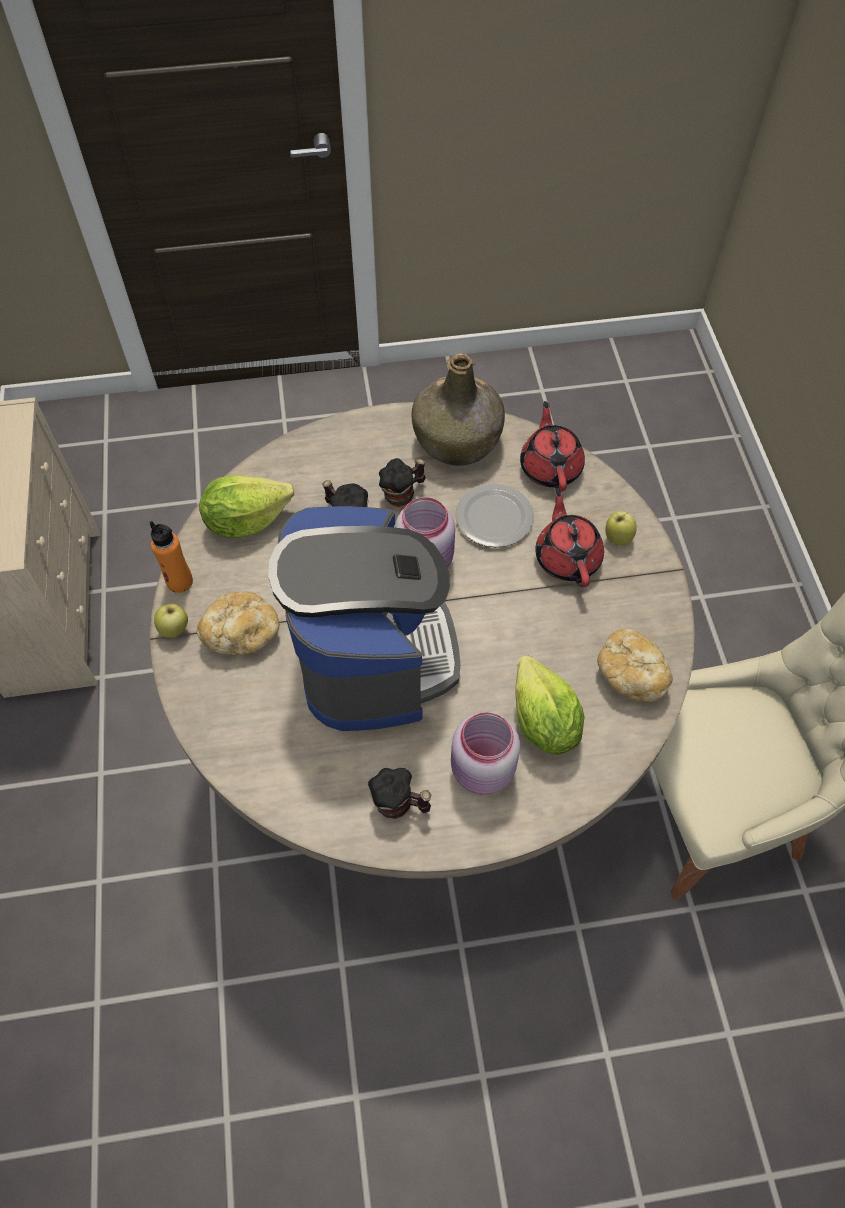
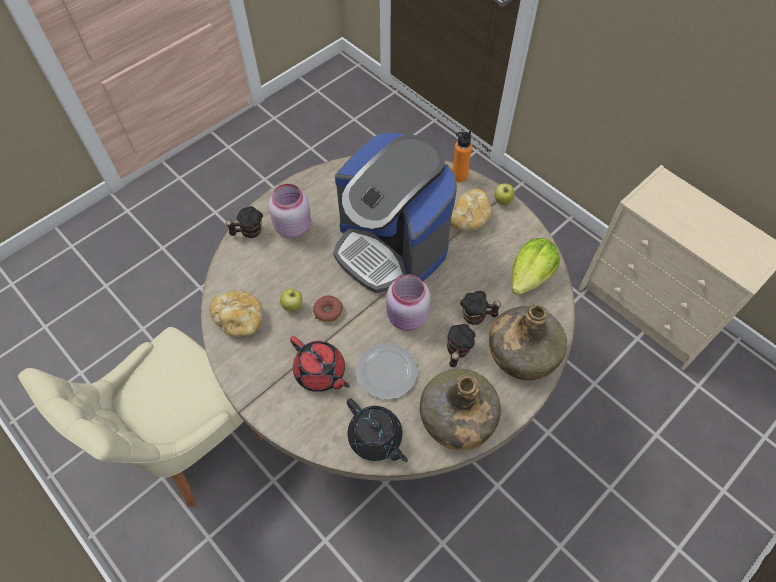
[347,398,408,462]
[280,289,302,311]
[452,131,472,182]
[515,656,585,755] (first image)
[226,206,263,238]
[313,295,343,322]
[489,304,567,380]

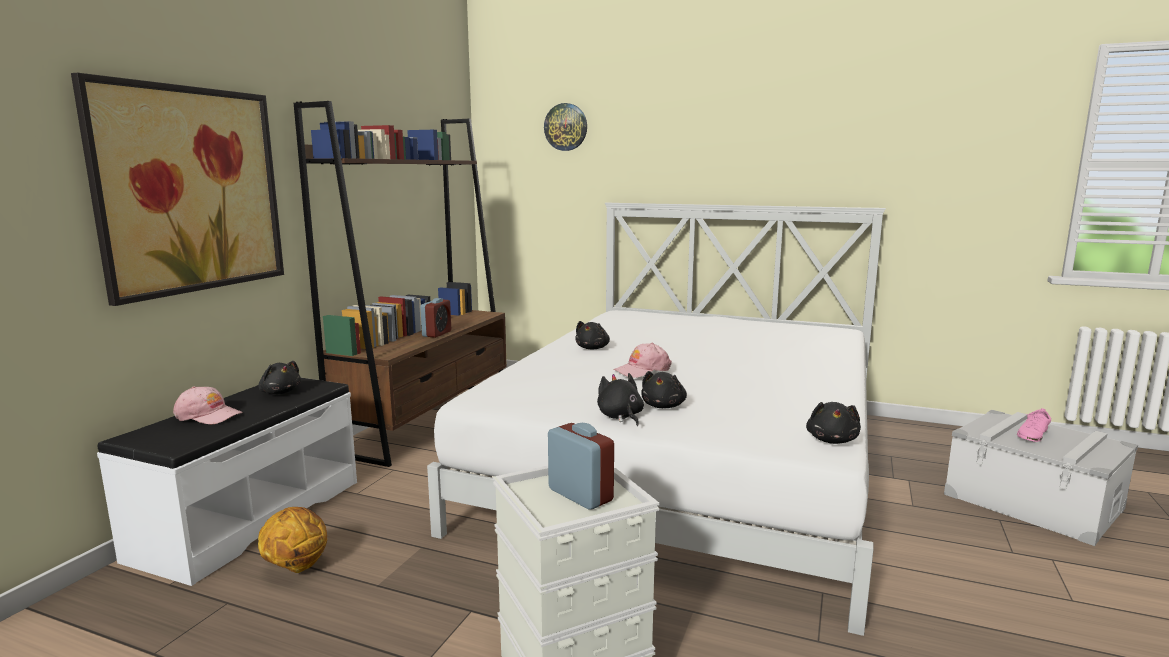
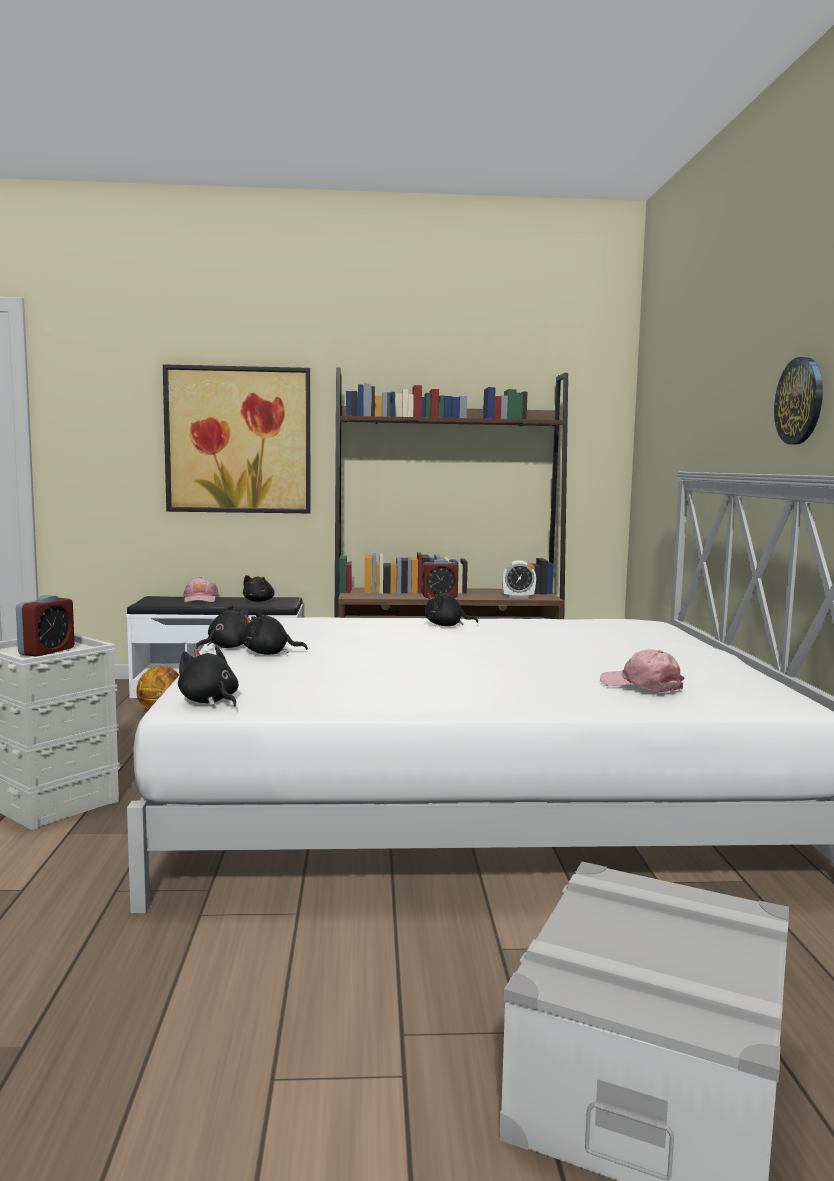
[774,357,823,445]
[600,649,685,692]
[178,646,238,707]
[1017,408,1051,442] (first image)
[502,560,536,599]

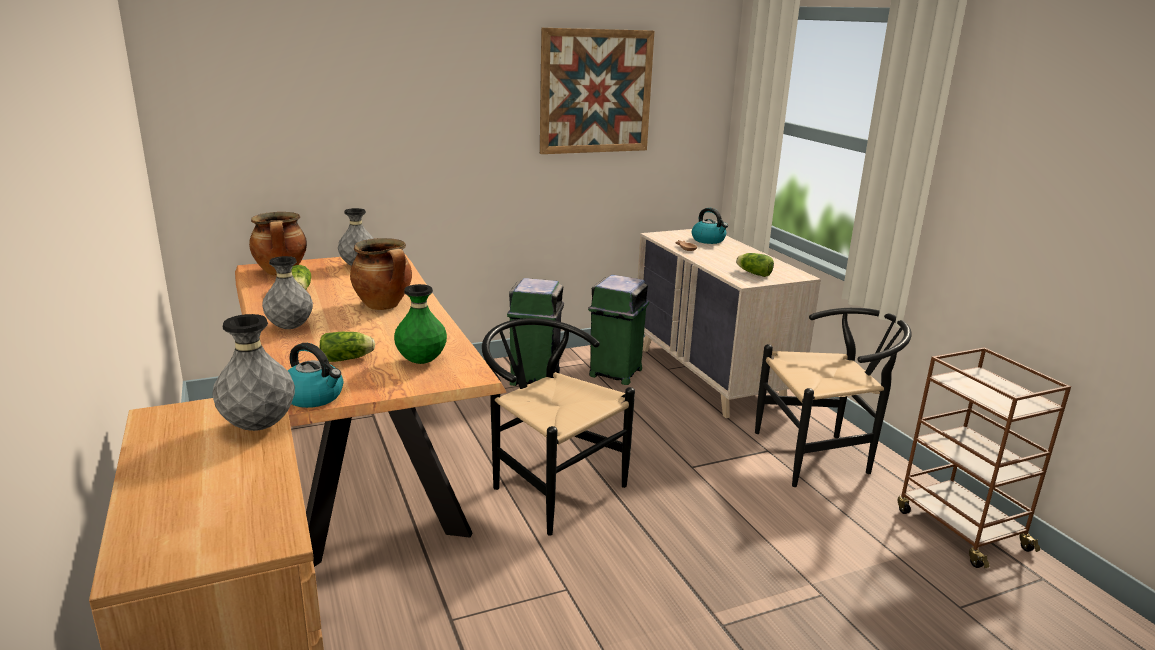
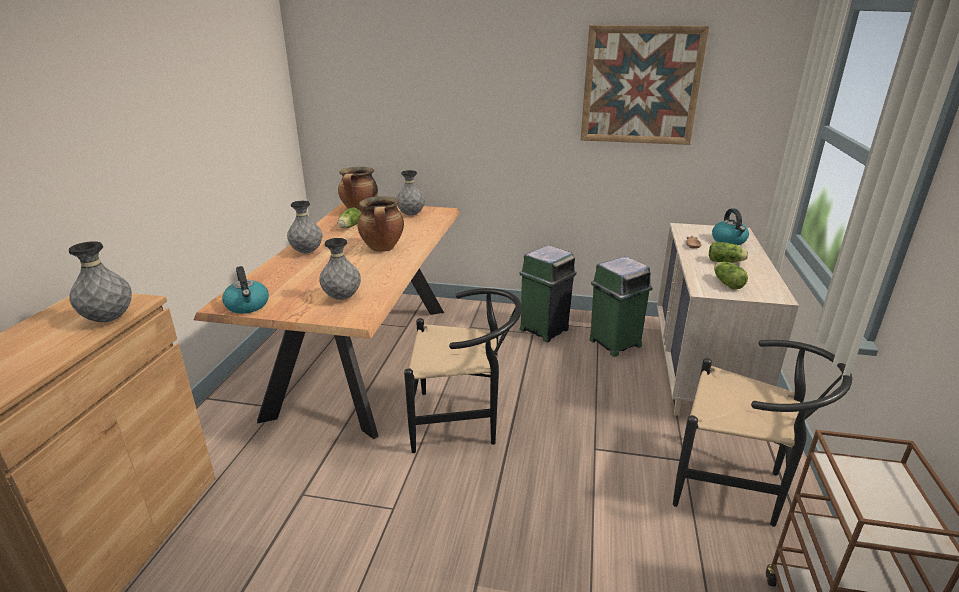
[319,238,361,300]
[404,288,522,453]
[709,242,748,263]

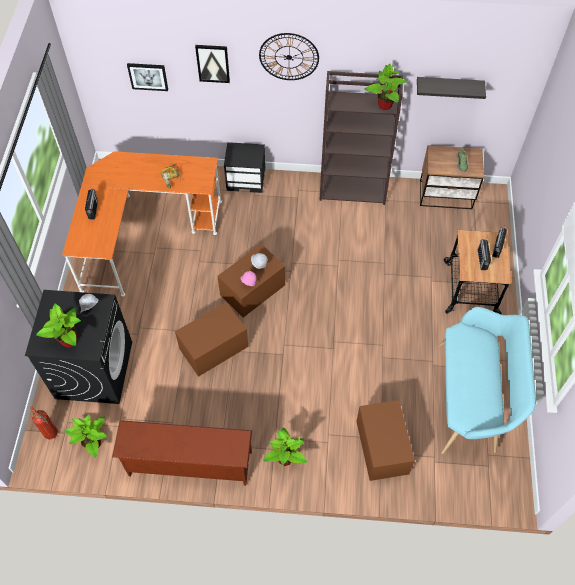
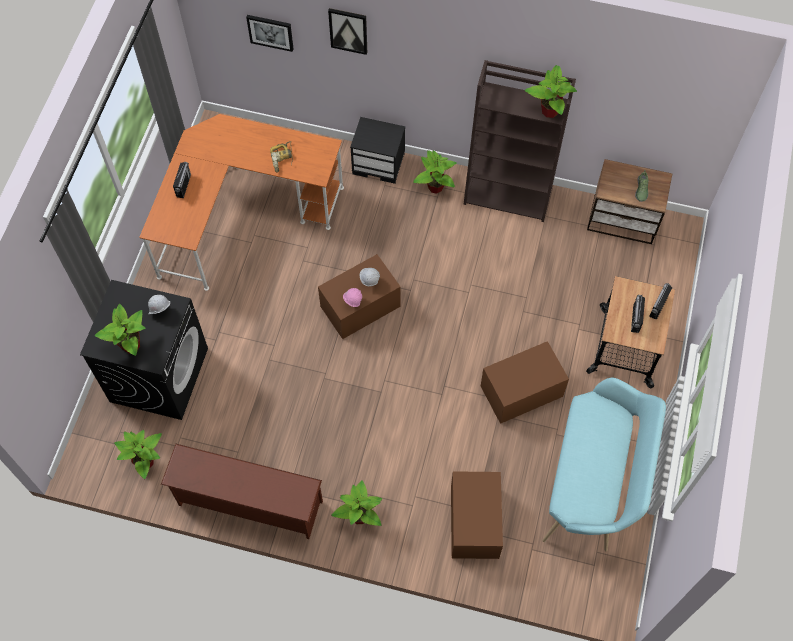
[259,33,319,80] (first image)
[417,77,486,99] (first image)
[481,341,569,424]
[30,406,58,439] (first image)
[413,150,456,194]

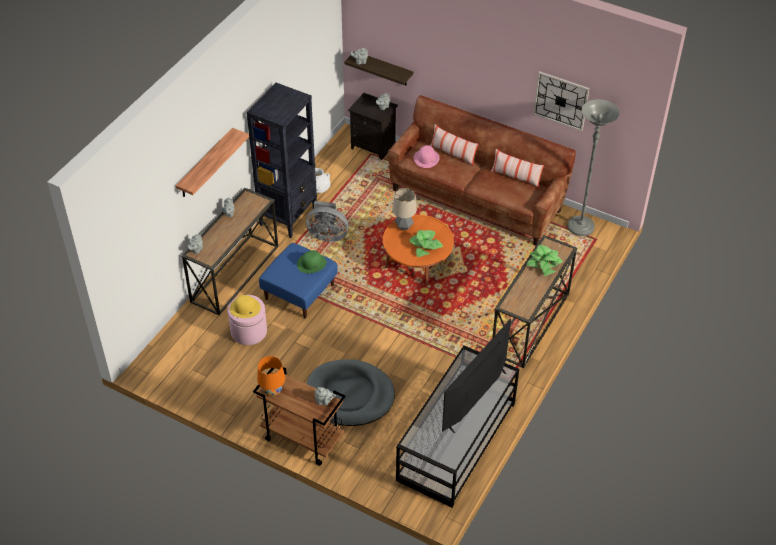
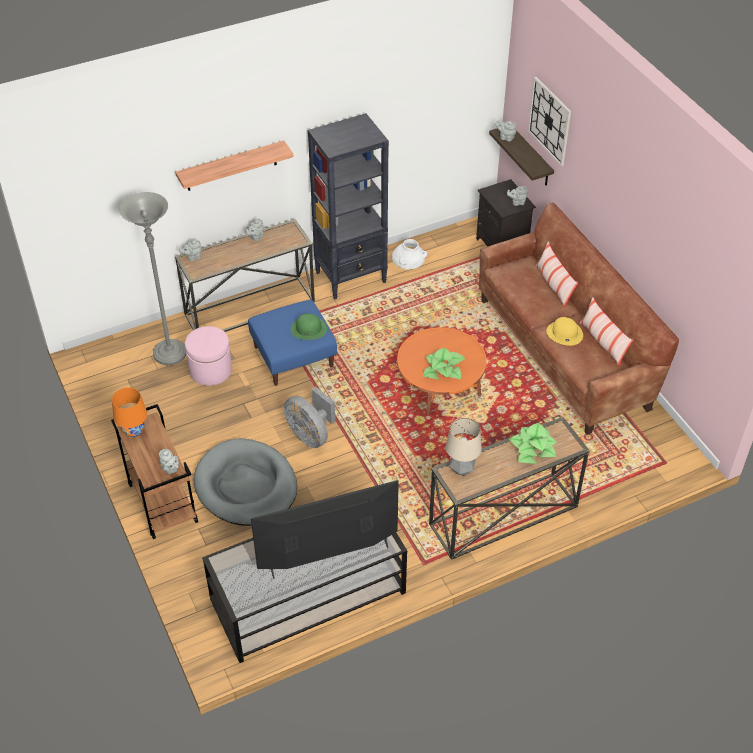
[528,77,571,166]
[119,192,186,365]
[414,145,440,168] (first image)
[446,418,482,476]
[283,387,335,448]
[547,317,583,346]

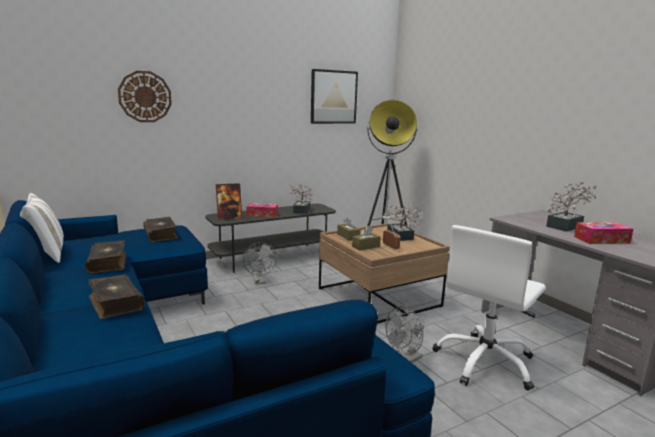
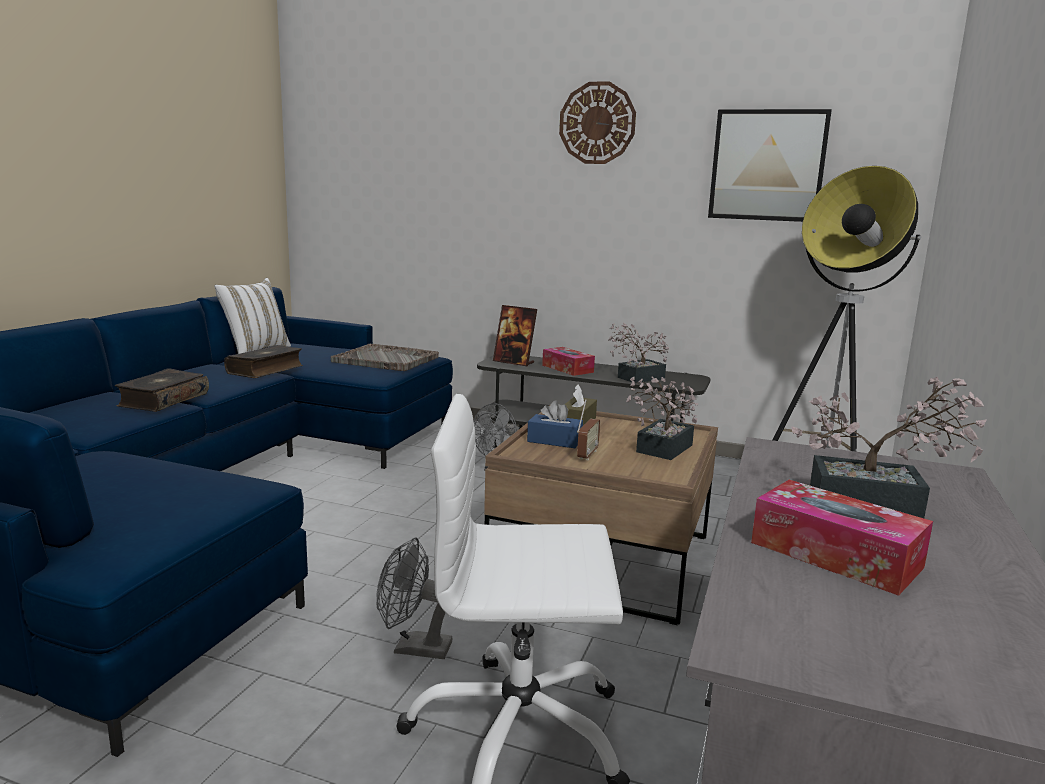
[559,81,636,164]
[331,344,439,371]
[527,400,583,448]

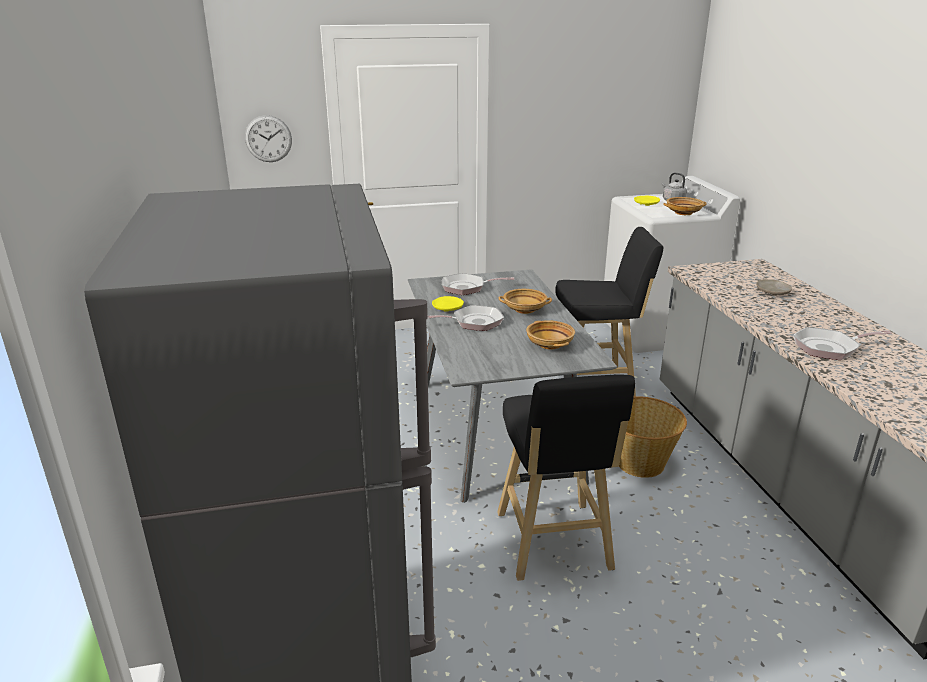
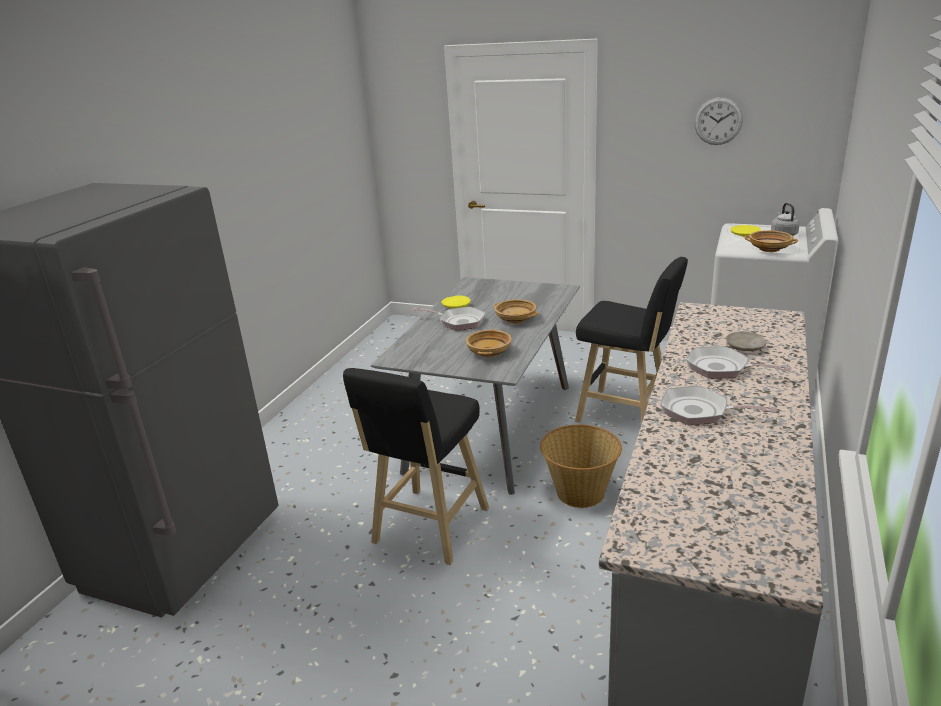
[694,97,743,145]
[686,346,792,378]

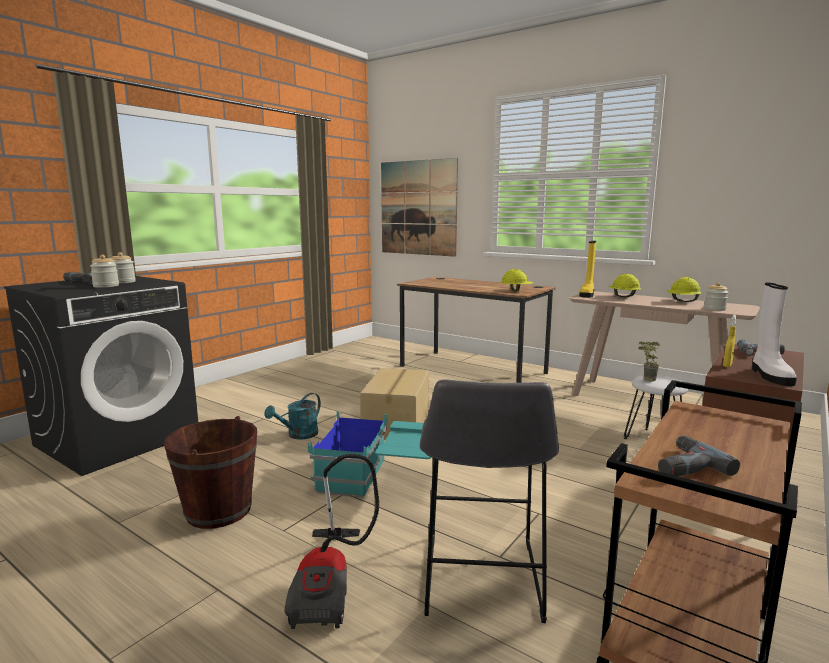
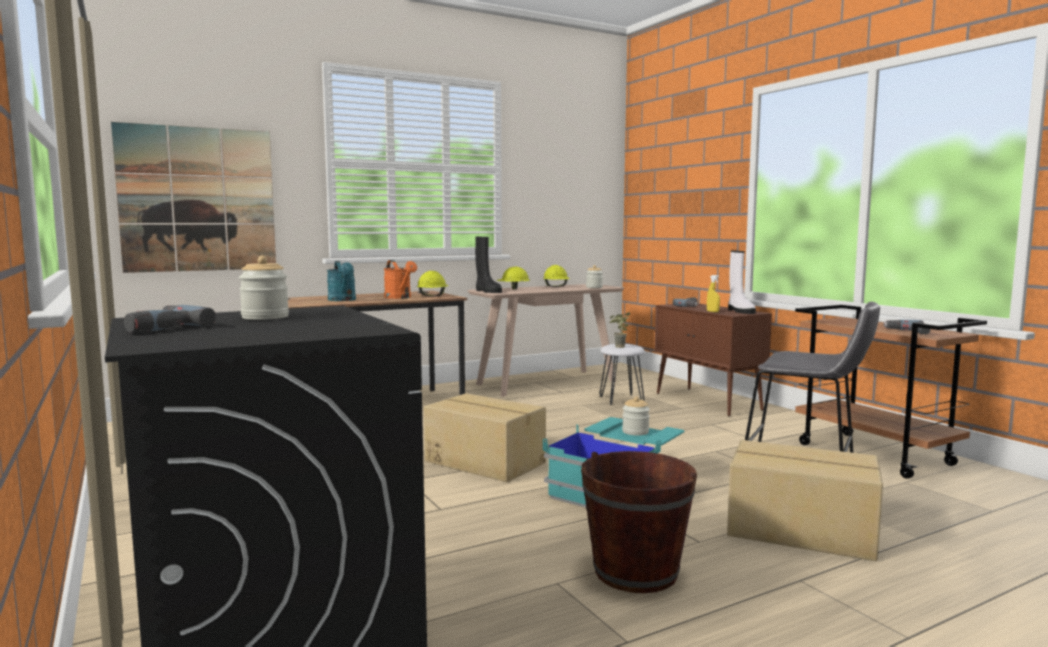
[475,237,502,293]
[622,396,650,436]
[728,250,756,314]
[327,261,356,301]
[727,440,883,561]
[384,260,417,299]

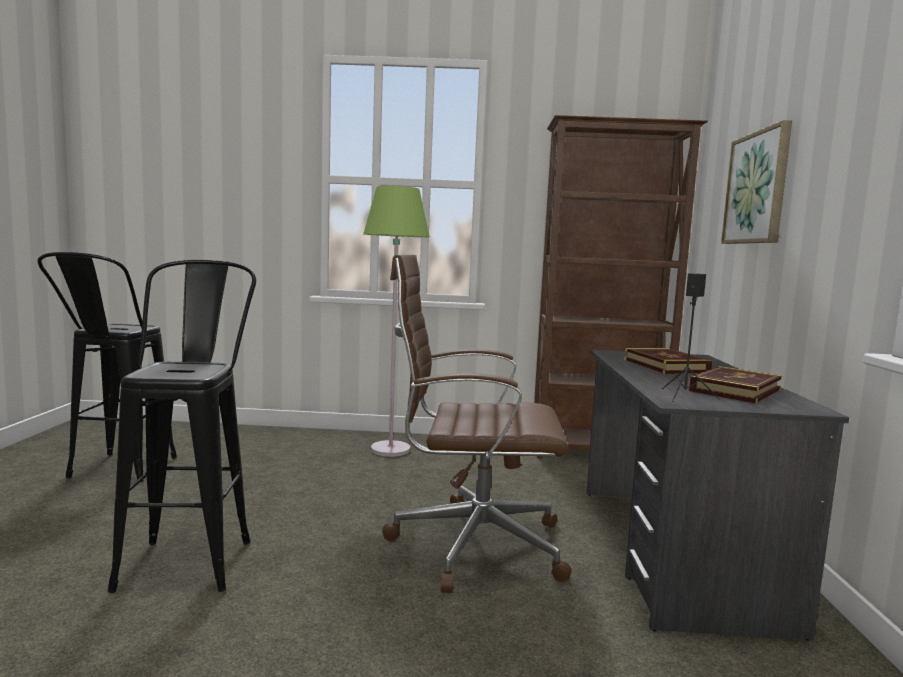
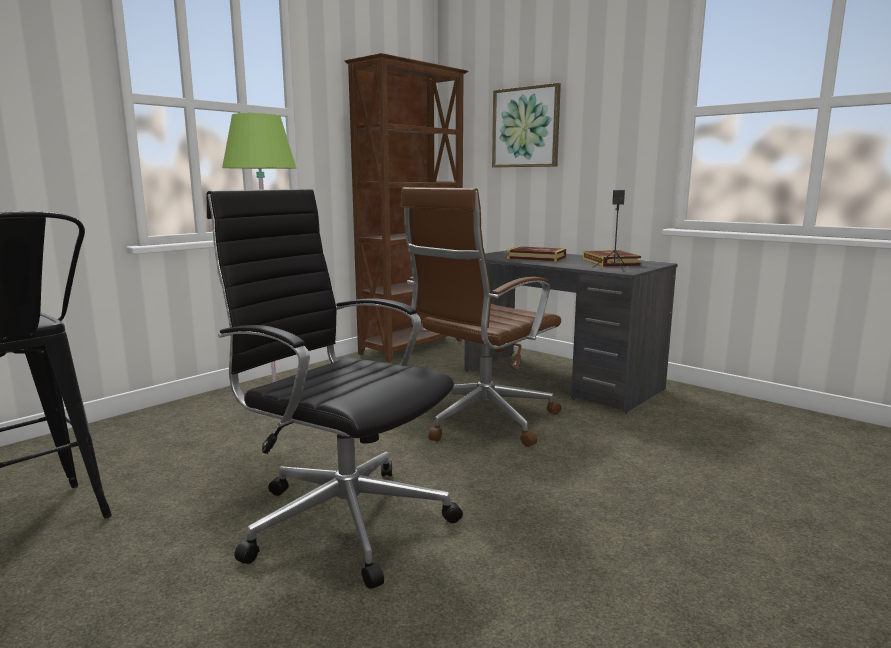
[206,189,463,589]

